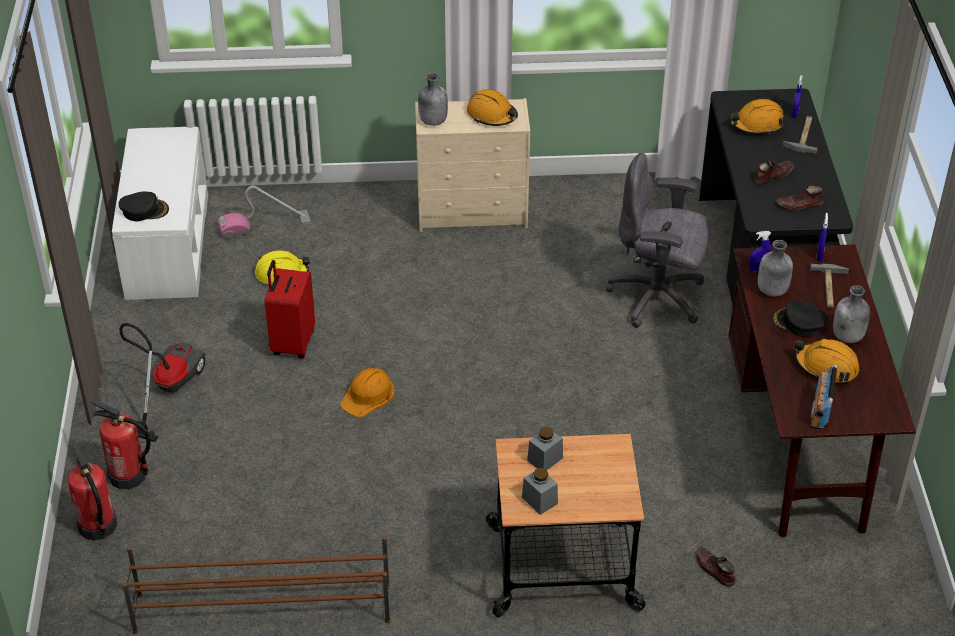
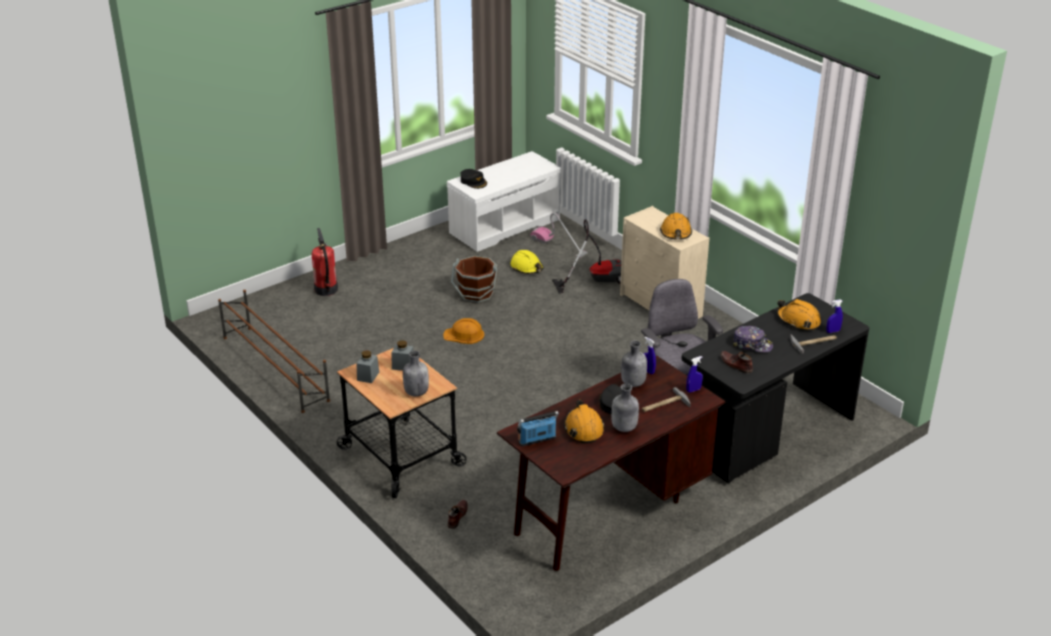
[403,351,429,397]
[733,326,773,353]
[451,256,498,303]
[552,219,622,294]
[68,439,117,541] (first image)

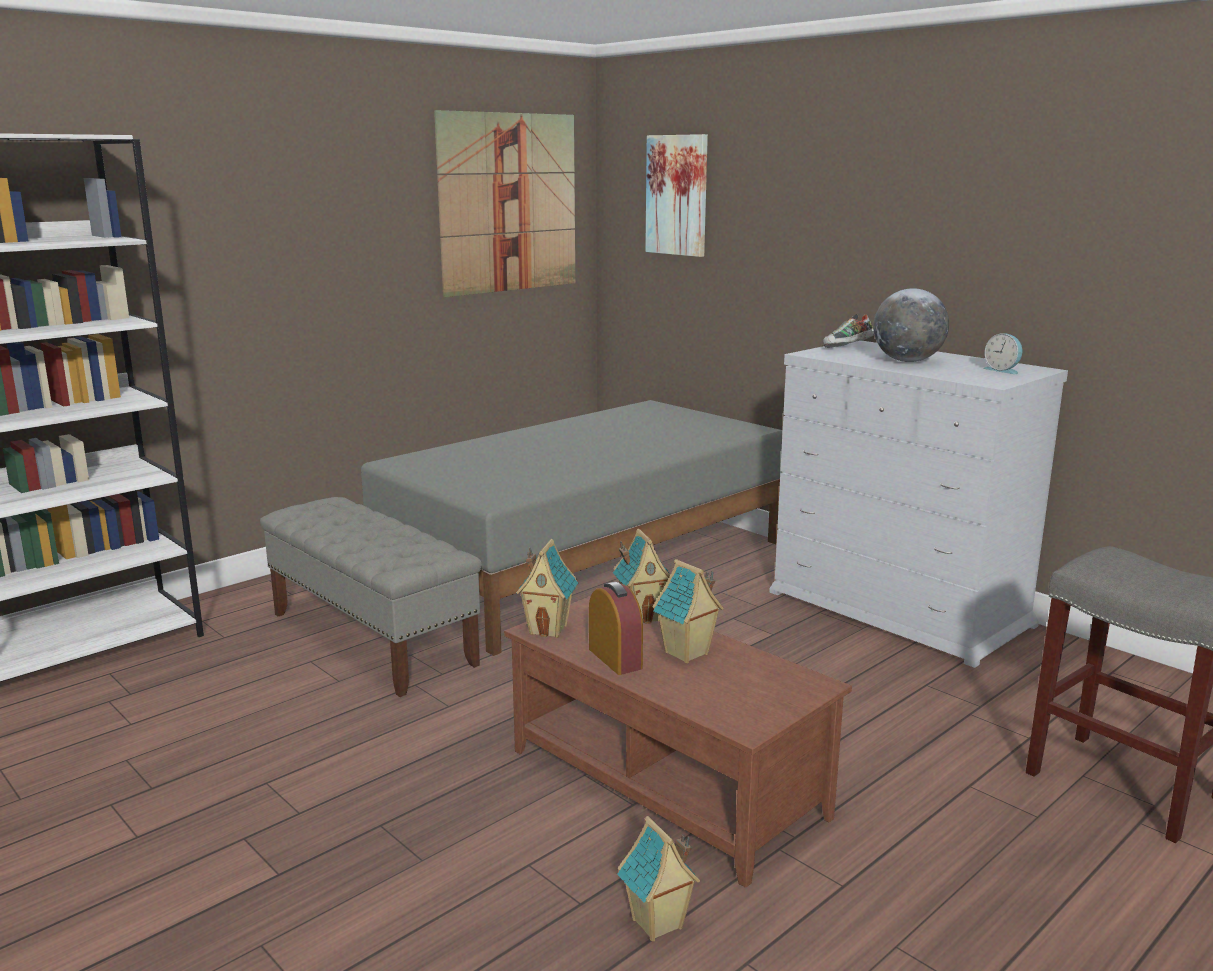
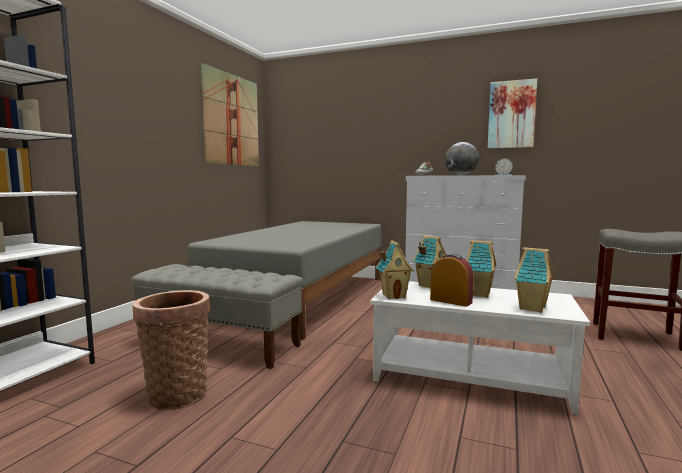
[488,78,537,148]
[370,281,590,415]
[514,247,554,313]
[133,290,210,410]

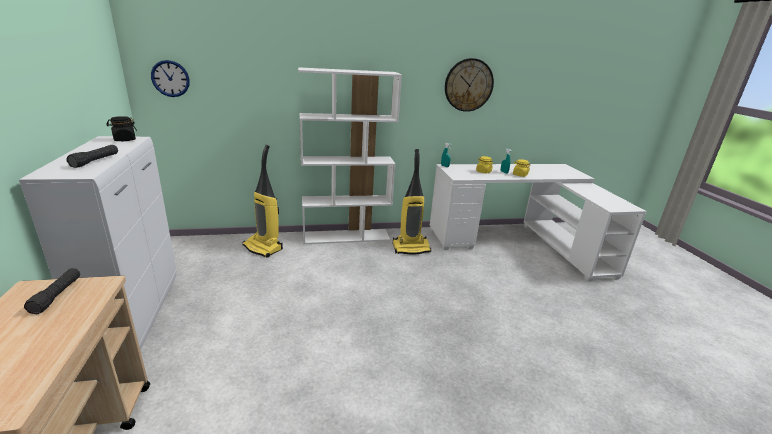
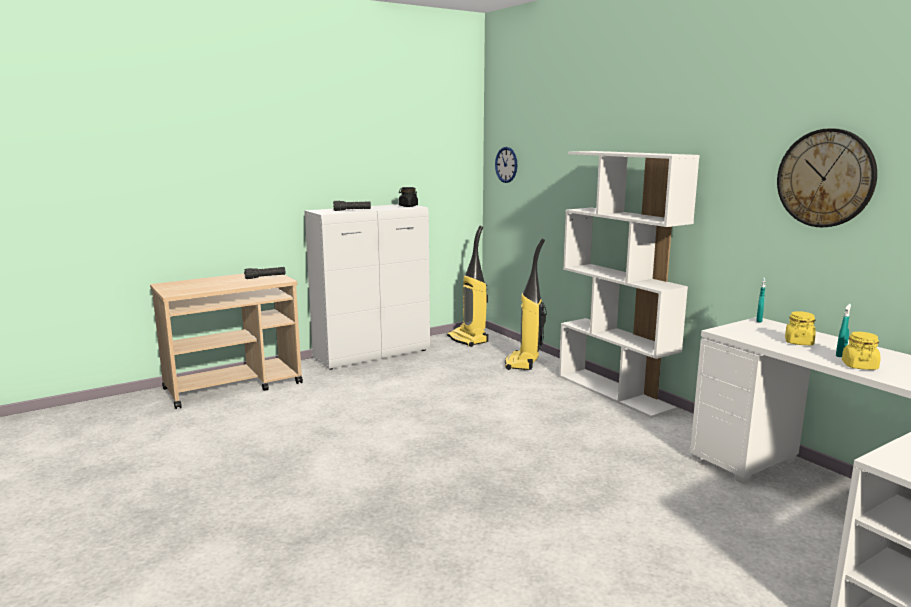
[447,226,488,347]

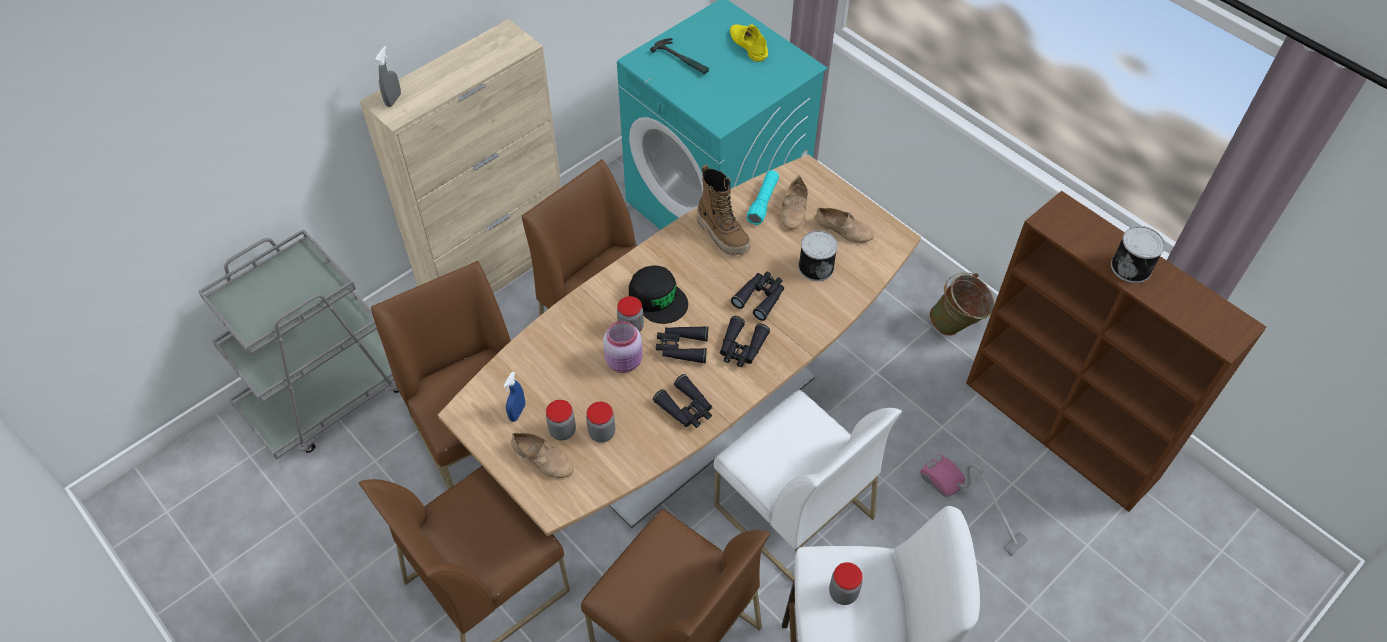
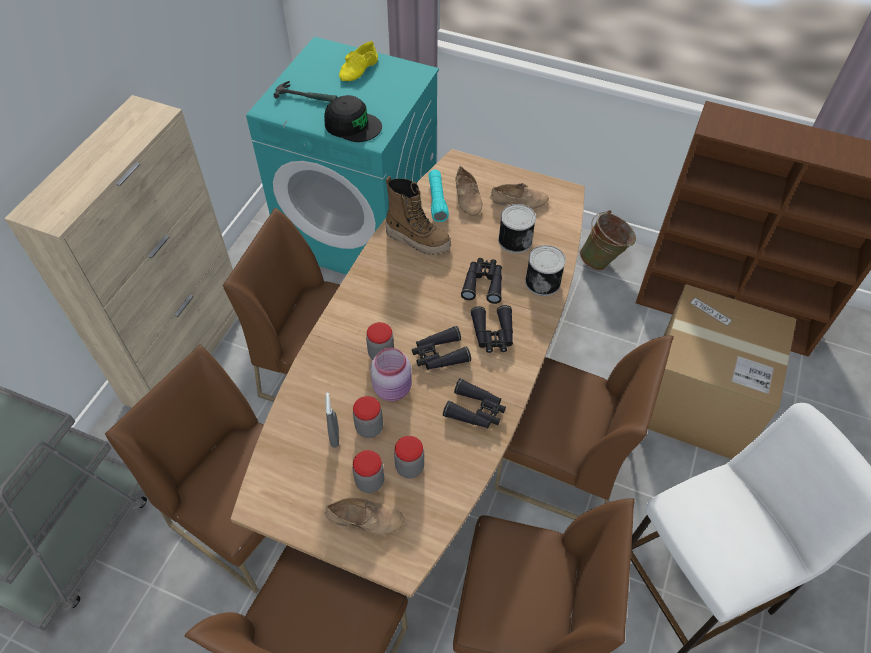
[339,41,378,81]
[326,392,339,448]
[525,245,566,296]
[324,95,382,142]
[503,372,525,422] (first image)
[494,335,674,520]
[648,284,796,459]
[353,396,383,438]

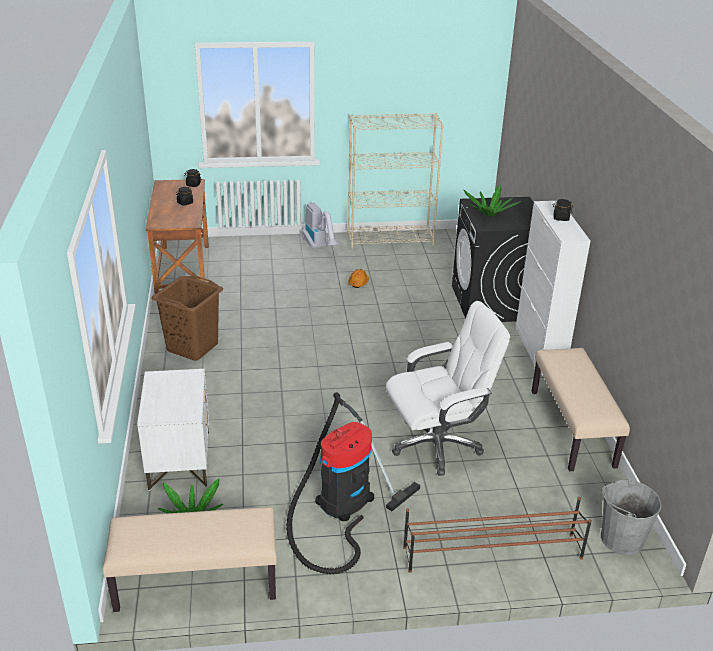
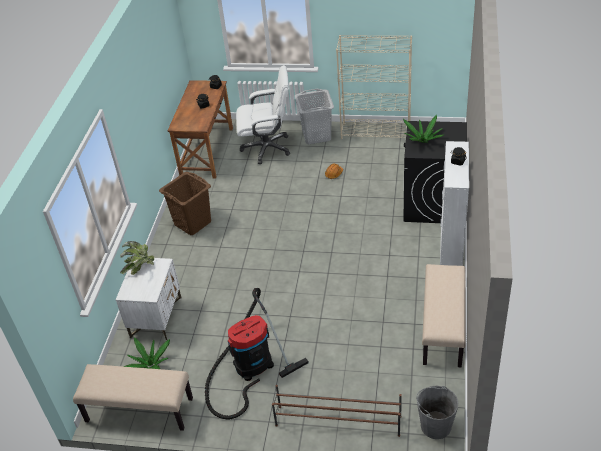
[295,89,334,144]
[236,65,290,164]
[120,241,154,275]

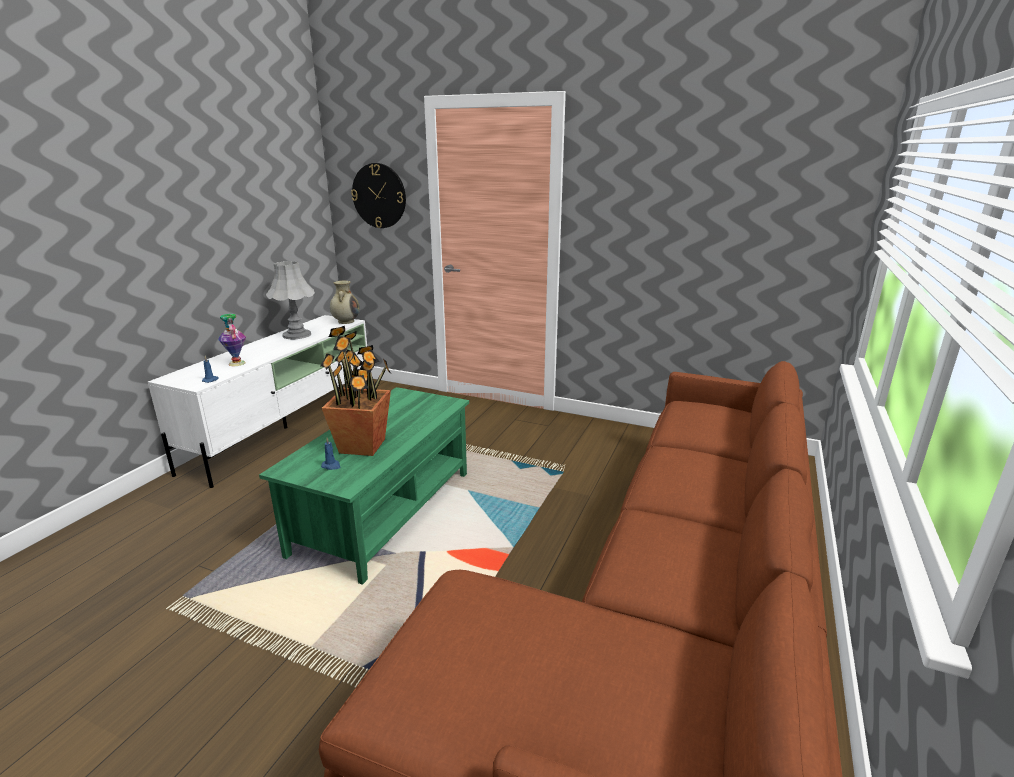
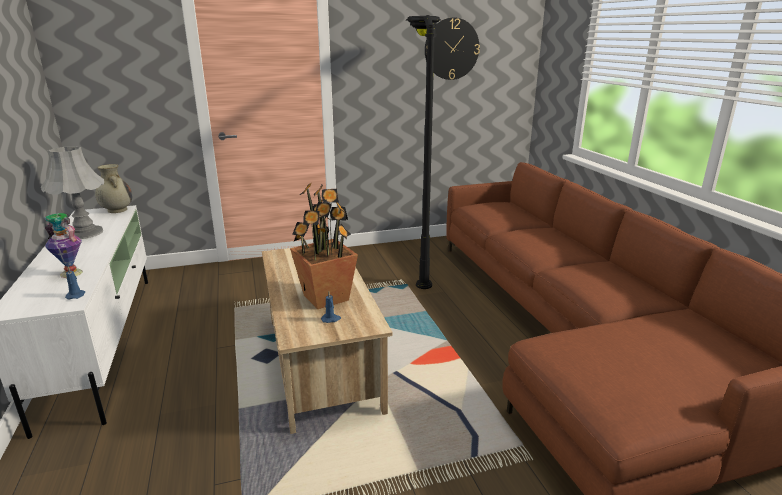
[425,18,480,80]
[262,248,393,434]
[406,15,441,289]

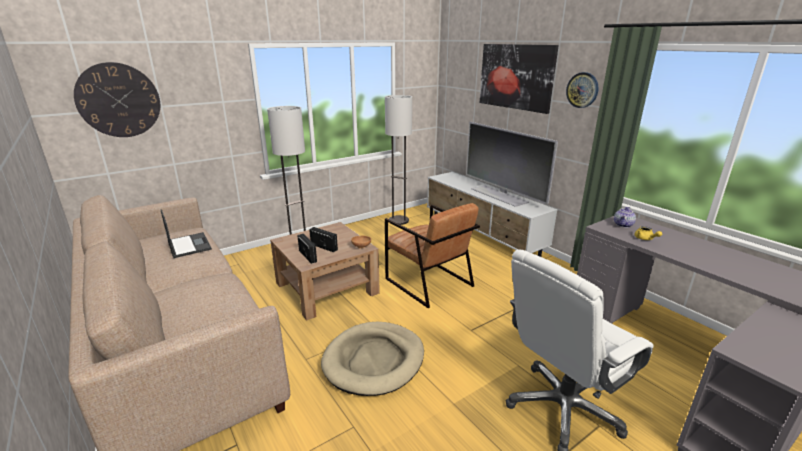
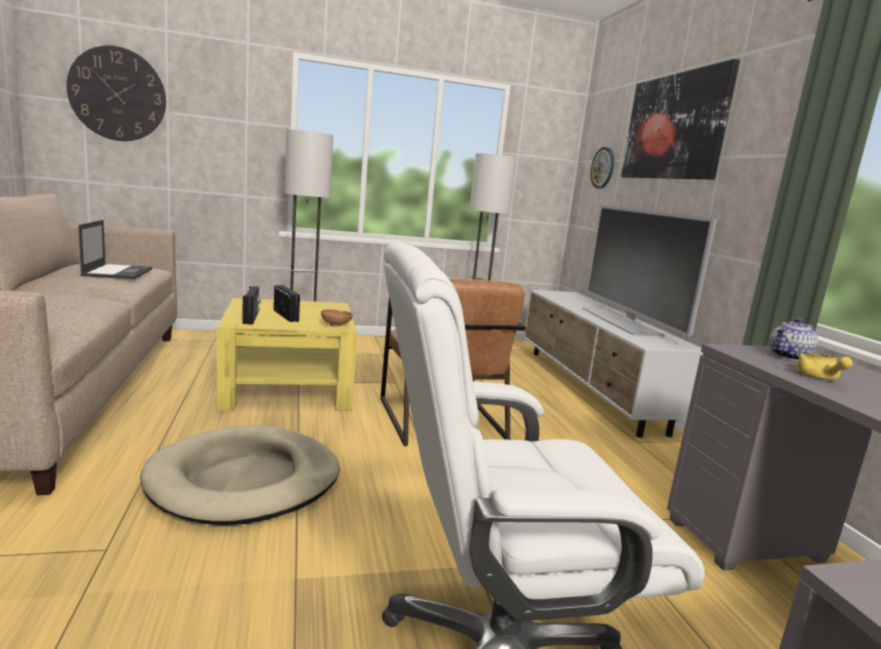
[590,147,614,189]
[216,298,357,411]

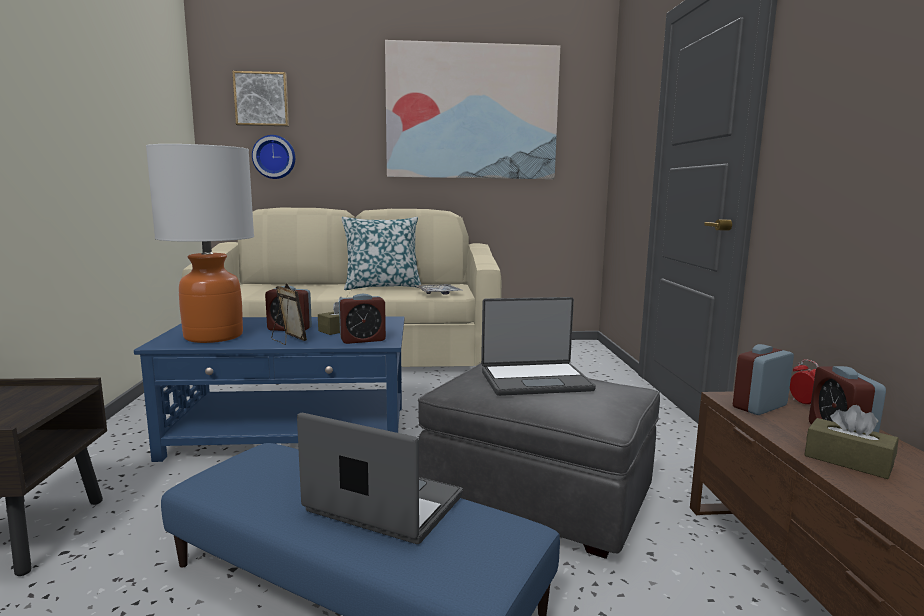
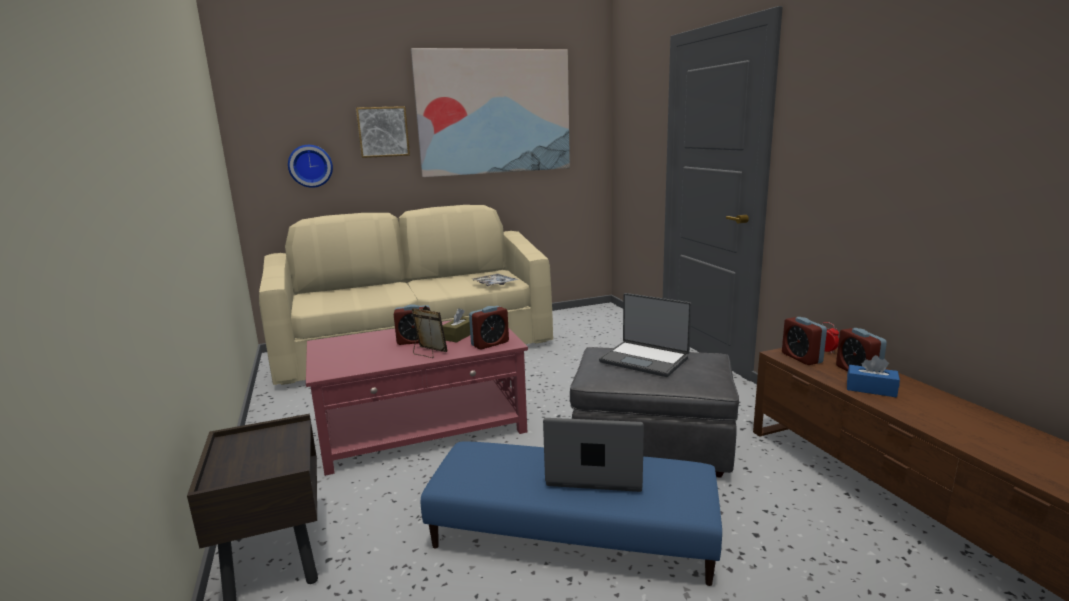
[356,106,410,158]
[146,144,254,343] (first image)
[341,217,421,290] (first image)
[599,293,692,377]
[306,320,528,476]
[782,317,827,365]
[847,355,900,397]

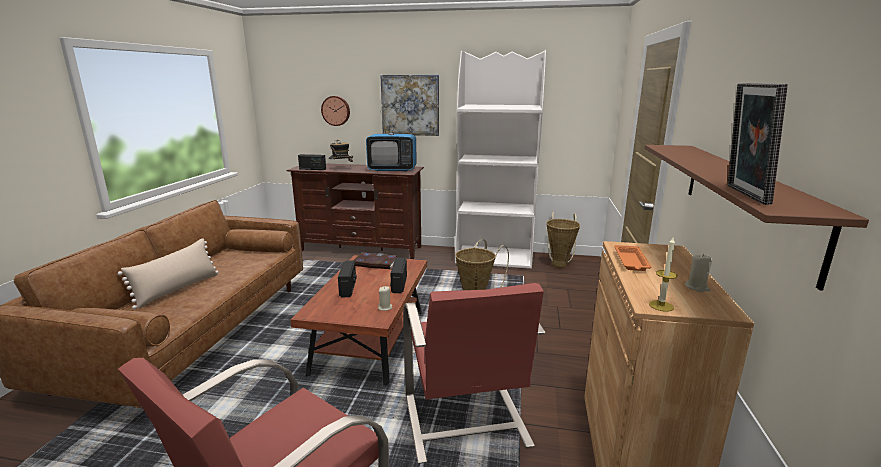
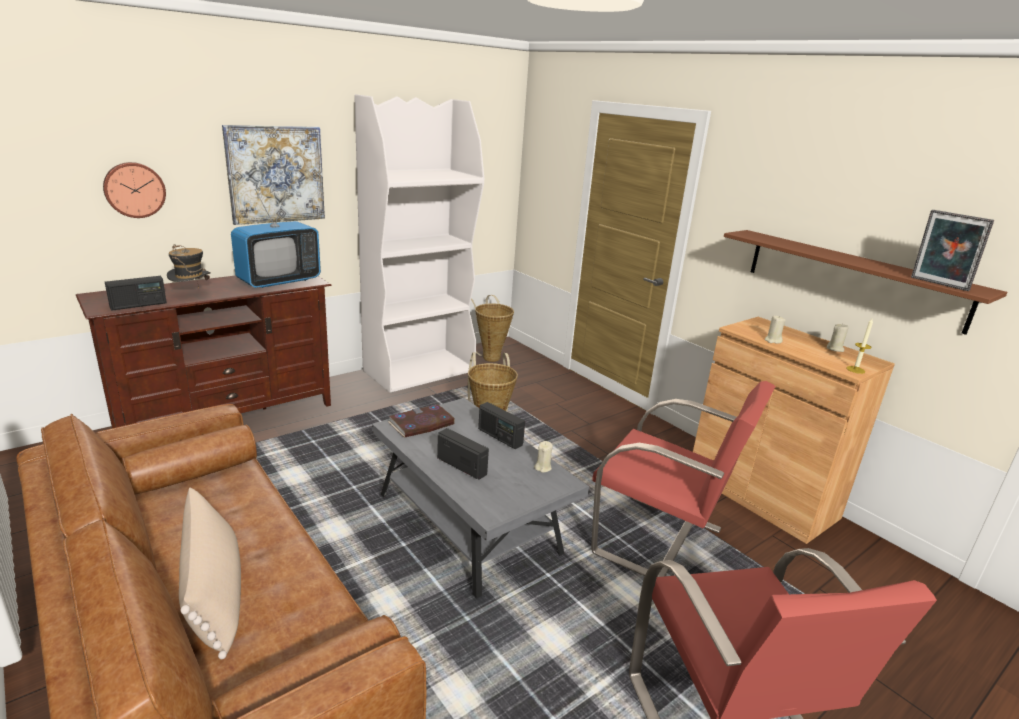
[765,315,786,344]
[372,398,589,599]

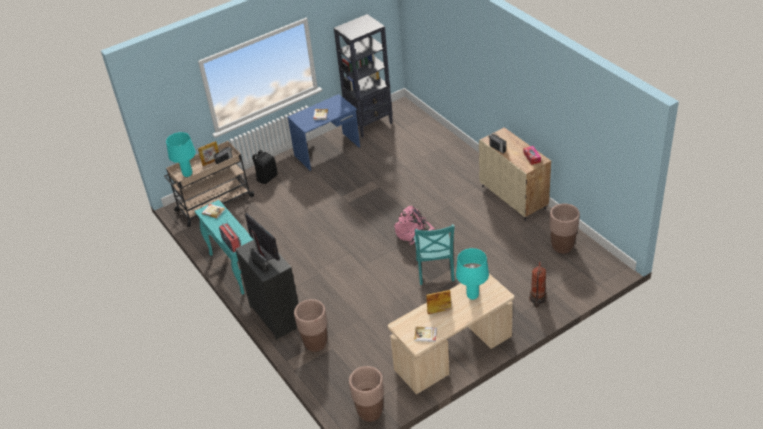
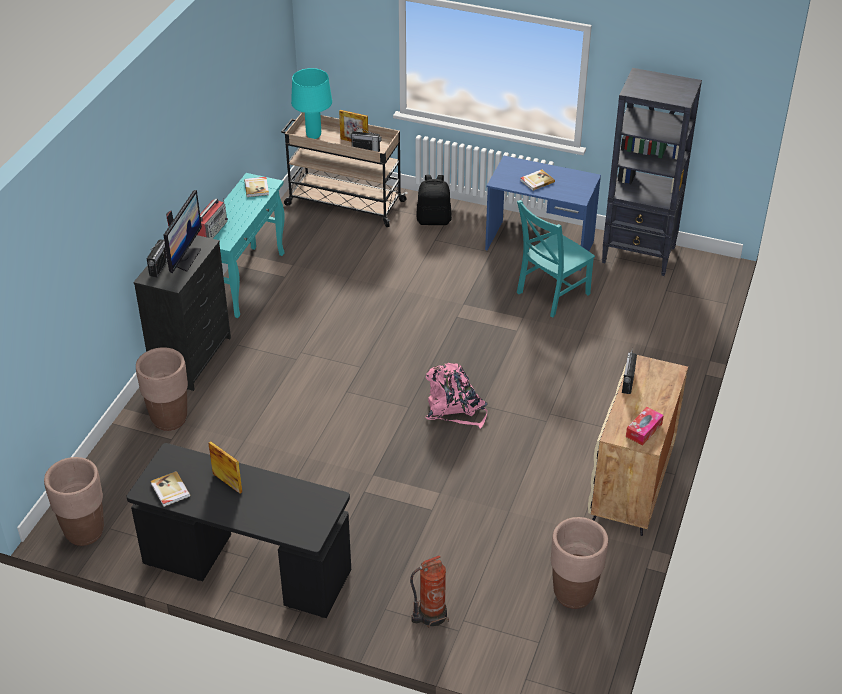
[517,200,595,317]
[456,248,489,300] (first image)
[127,443,351,618]

